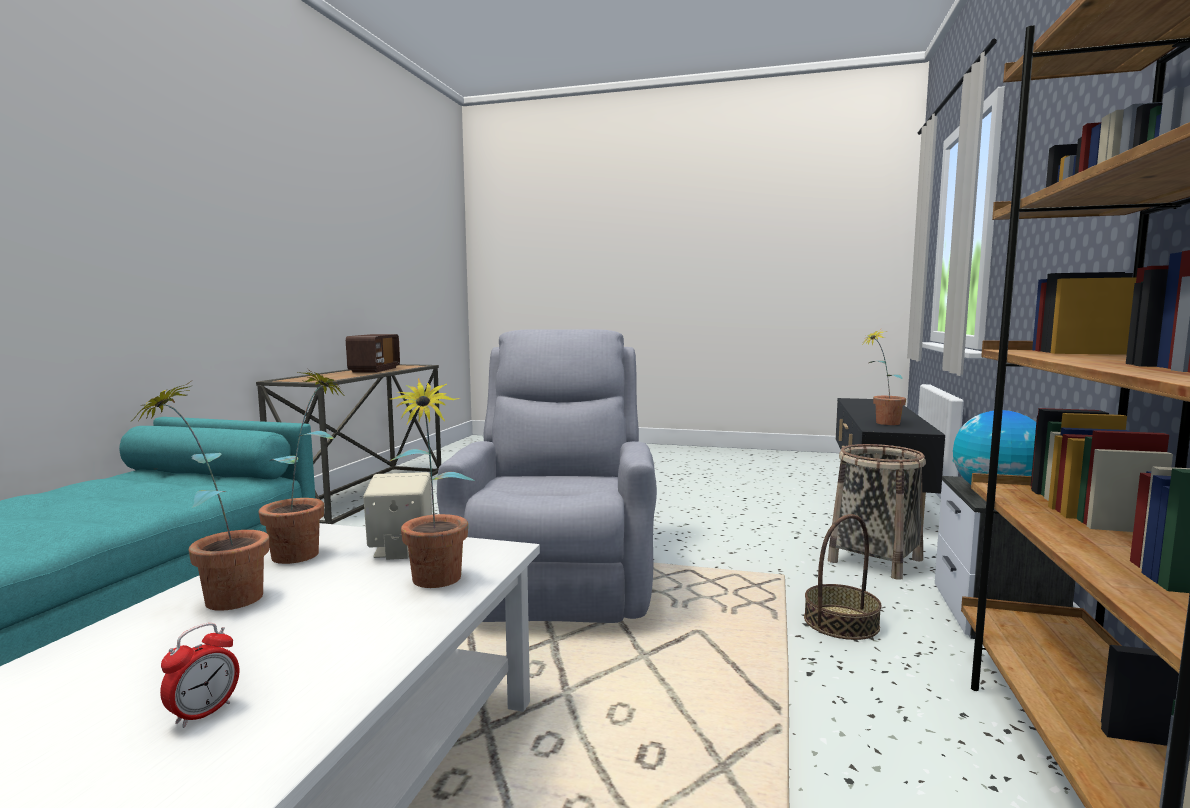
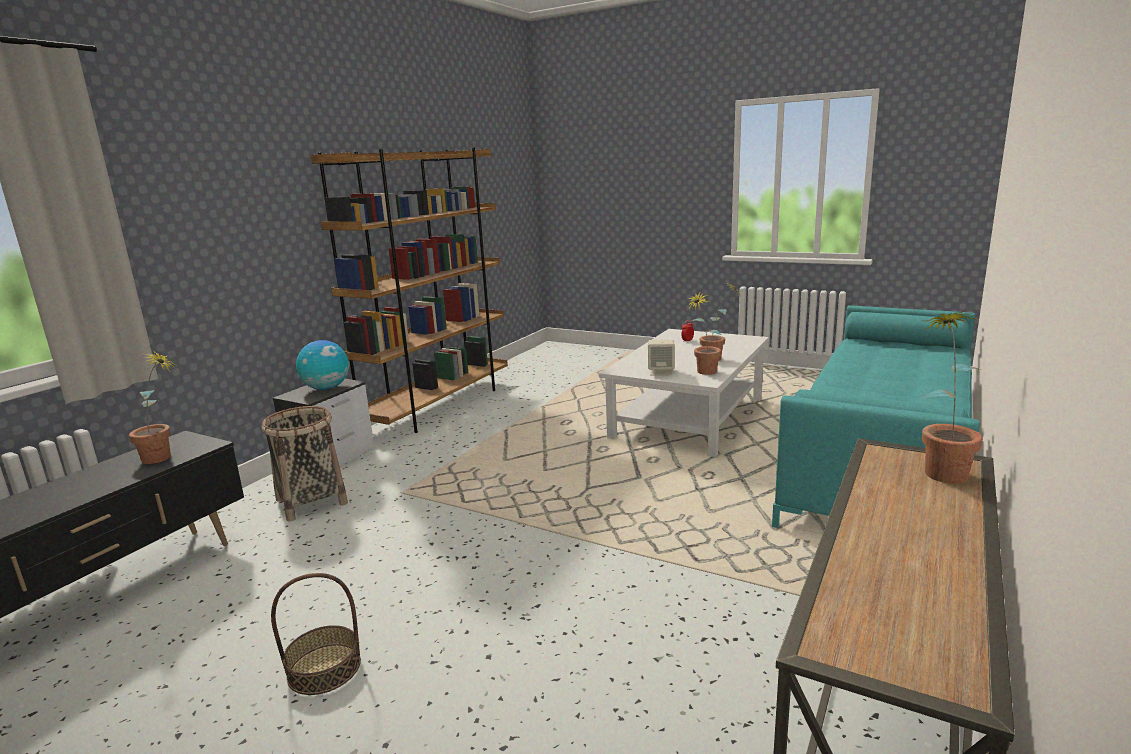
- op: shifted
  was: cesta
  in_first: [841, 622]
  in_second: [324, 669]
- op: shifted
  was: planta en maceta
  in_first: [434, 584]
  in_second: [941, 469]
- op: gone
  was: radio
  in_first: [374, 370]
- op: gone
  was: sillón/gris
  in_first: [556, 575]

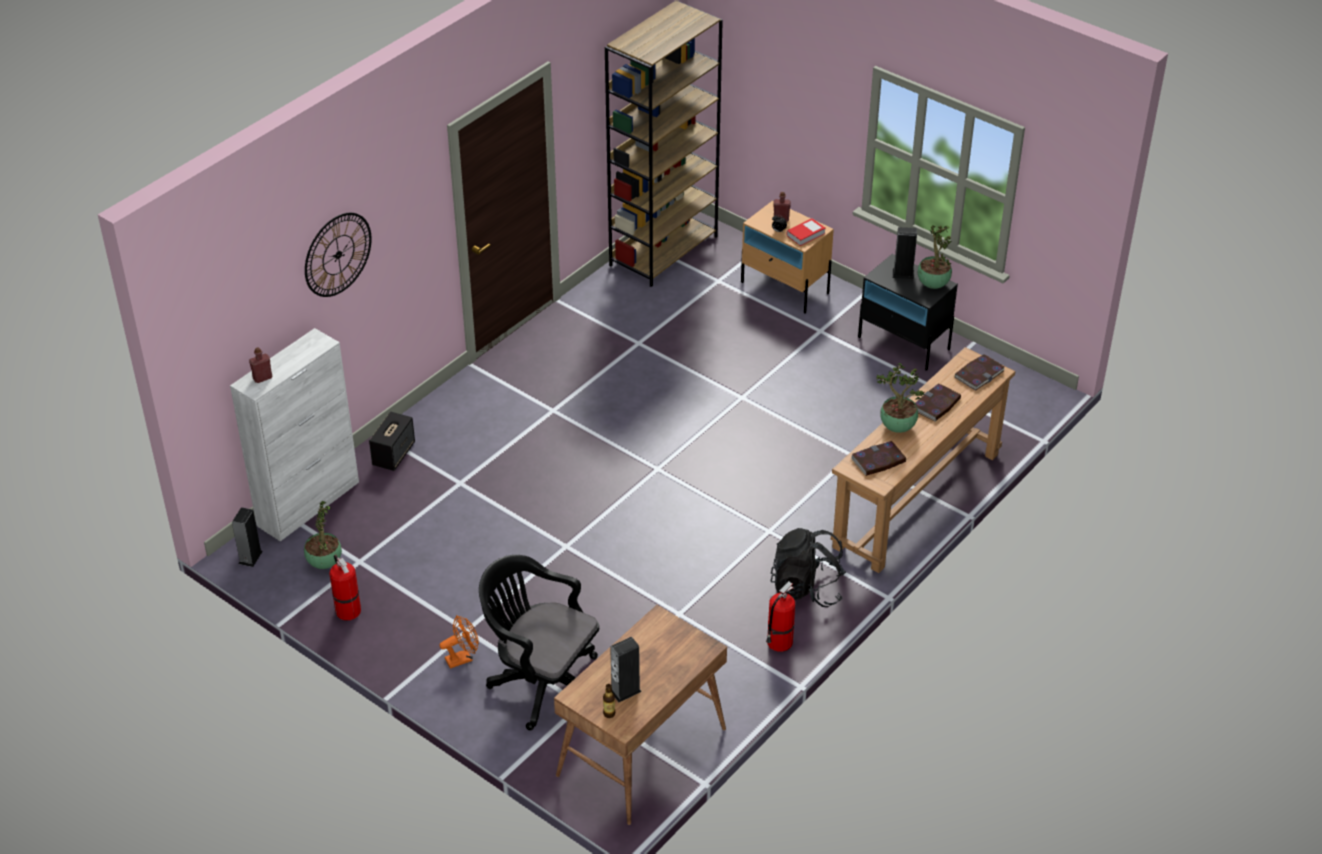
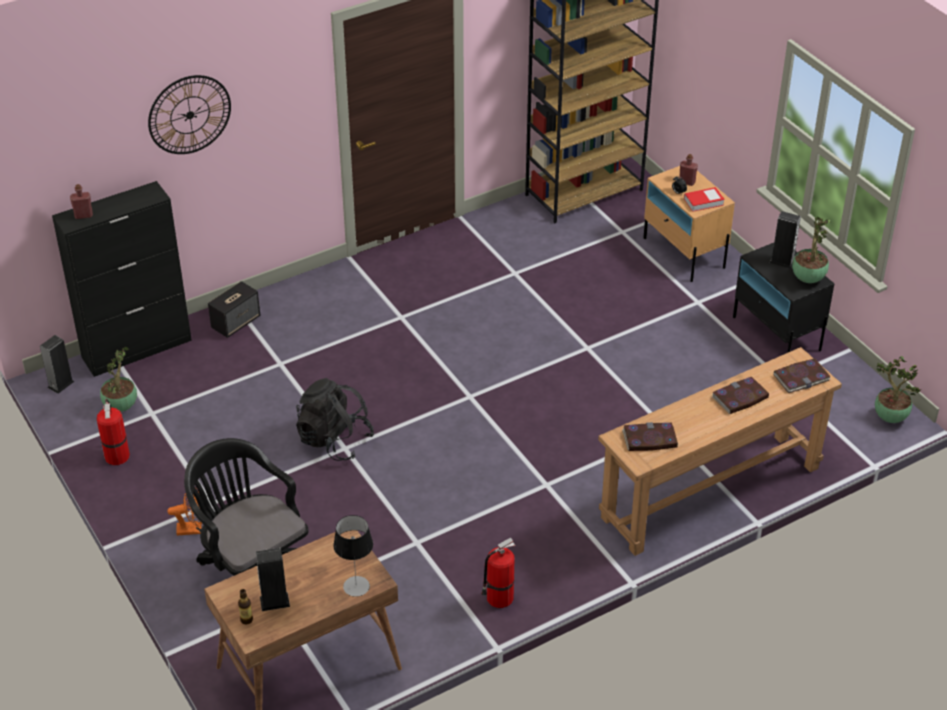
- op: repainted
  was: armario/blanco
  now: armario/negro
  in_first: [309, 503]
  in_second: [137, 349]
- op: shifted
  was: mochila/negro
  in_first: [807, 588]
  in_second: [334, 440]
- op: new
  now: lámpara de mesa
  in_second: [356, 586]
- op: shifted
  was: planta en maceta
  in_first: [896, 427]
  in_second: [889, 417]

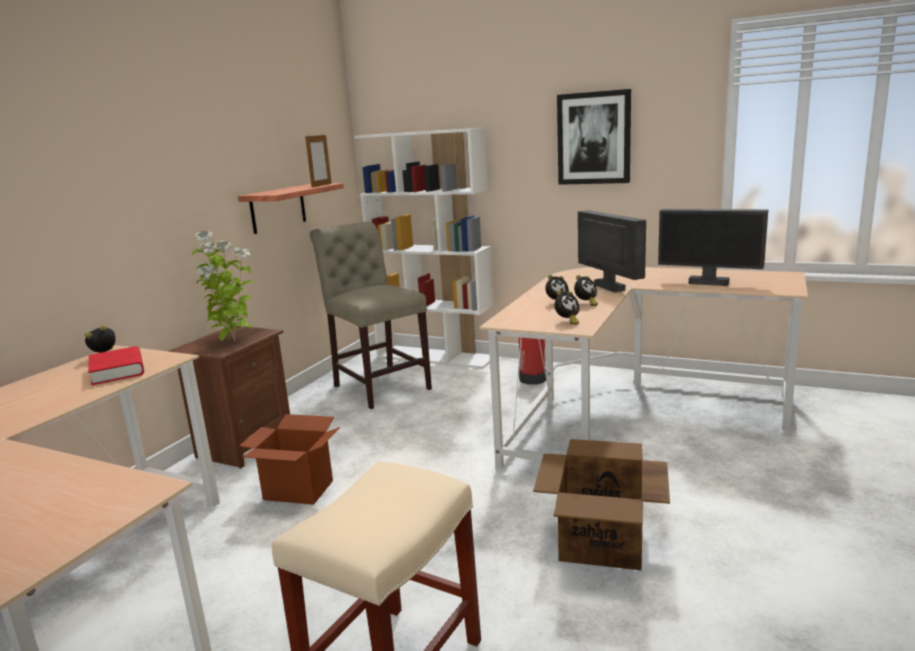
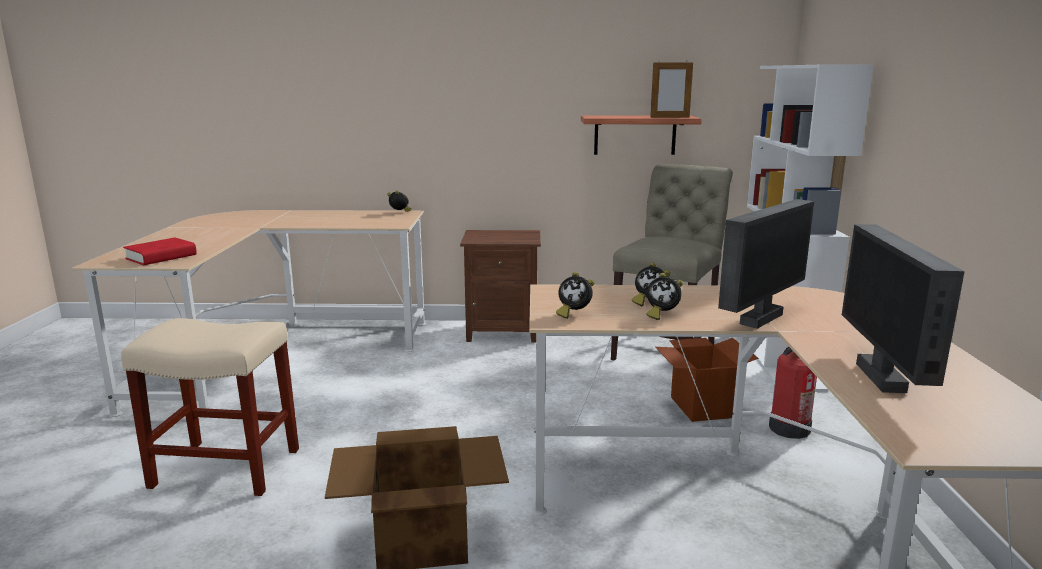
- op: shifted
  was: libro/rojo
  in_first: [117, 371]
  in_second: [161, 257]
- op: shifted
  was: caja de cartón
  in_first: [298, 490]
  in_second: [700, 407]
- op: gone
  was: planta en maceta
  in_first: [233, 342]
- op: gone
  was: cuadro
  in_first: [594, 138]

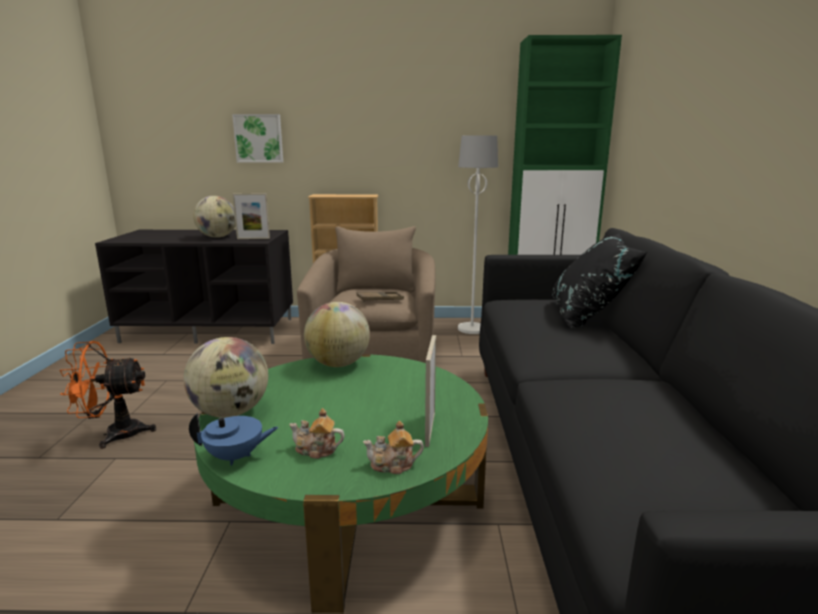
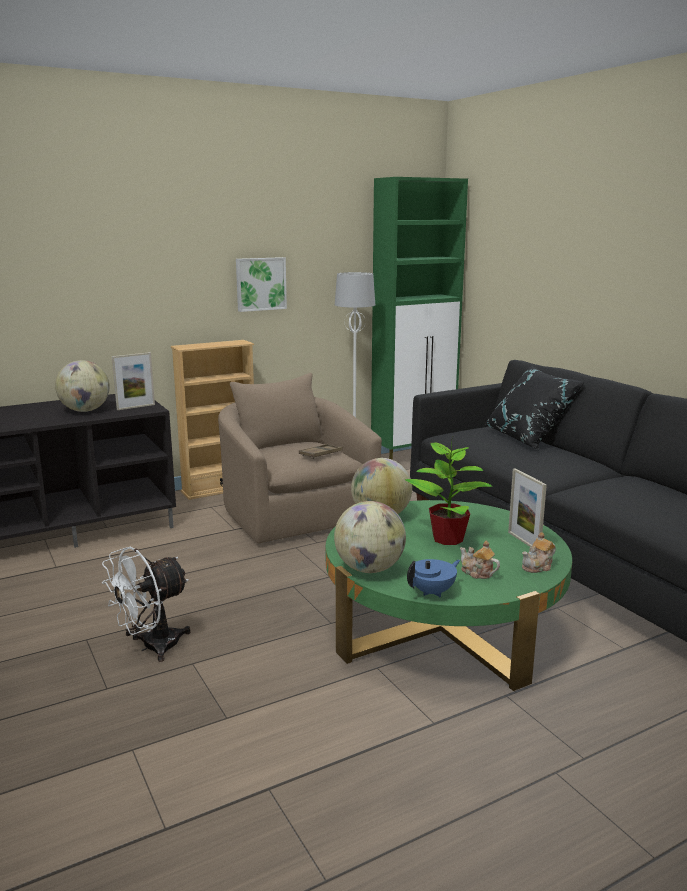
- op: repainted
  was: ventilador/naranja
  now: ventilador/blanco
  in_first: [114, 434]
  in_second: [151, 647]
- op: shifted
  was: cuadro
  in_first: [259, 138]
  in_second: [260, 284]
- op: new
  now: planta en maceta
  in_second: [449, 539]
- op: rotated
  was: tetera
  in_first: [316, 450]
  in_second: [477, 573]
  clockwise: 60

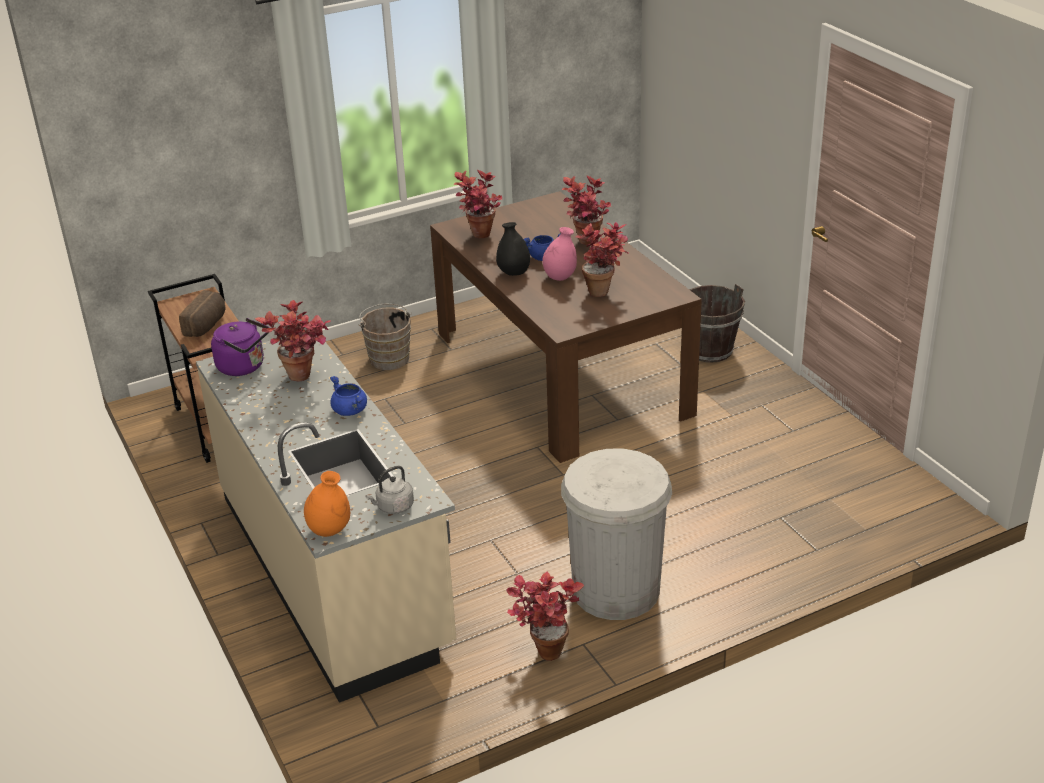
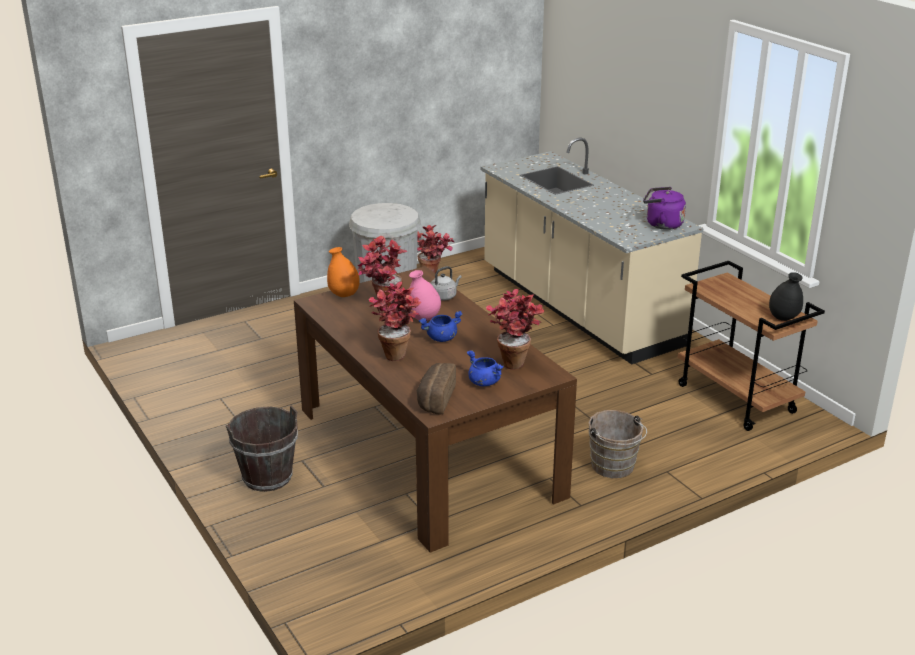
- op: shifted
  was: florero/naranja
  in_first: [329, 530]
  in_second: [344, 295]
- op: shifted
  was: pan
  in_first: [207, 325]
  in_second: [434, 399]
- op: shifted
  was: hervidor/gris
  in_first: [393, 507]
  in_second: [444, 296]
- op: shifted
  was: olla/azul
  in_first: [351, 411]
  in_second: [483, 382]
- op: shifted
  was: florero/negro
  in_first: [514, 273]
  in_second: [783, 318]
- op: gone
  was: planta en maceta
  in_first: [304, 379]

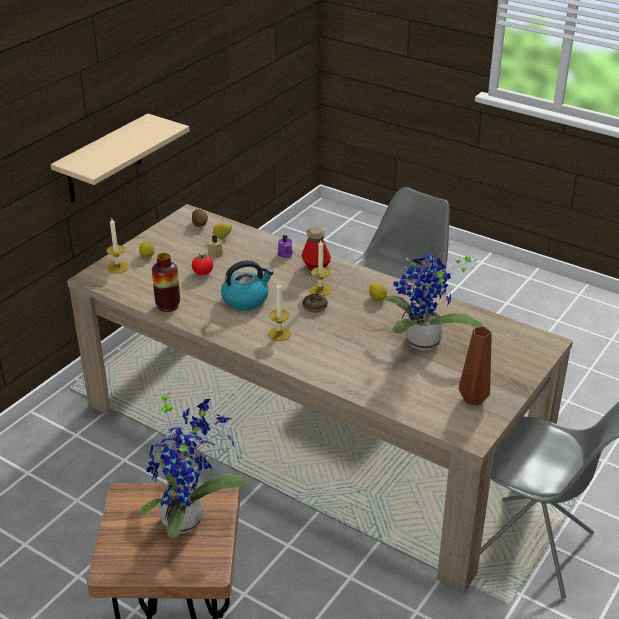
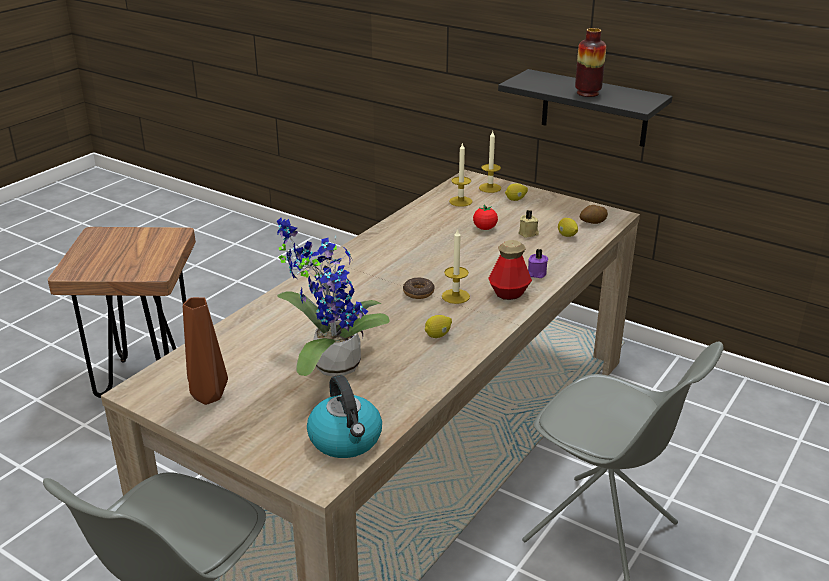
- op: shifted
  was: hervidor
  in_first: [246, 299]
  in_second: [346, 440]
- op: shifted
  was: vela
  in_first: [279, 334]
  in_second: [460, 201]
- op: repainted
  was: estante/beis
  now: estante/negro
  in_first: [104, 160]
  in_second: [594, 108]
- op: shifted
  was: florero
  in_first: [168, 306]
  in_second: [587, 93]
- op: gone
  was: planta en maceta
  in_first: [187, 518]

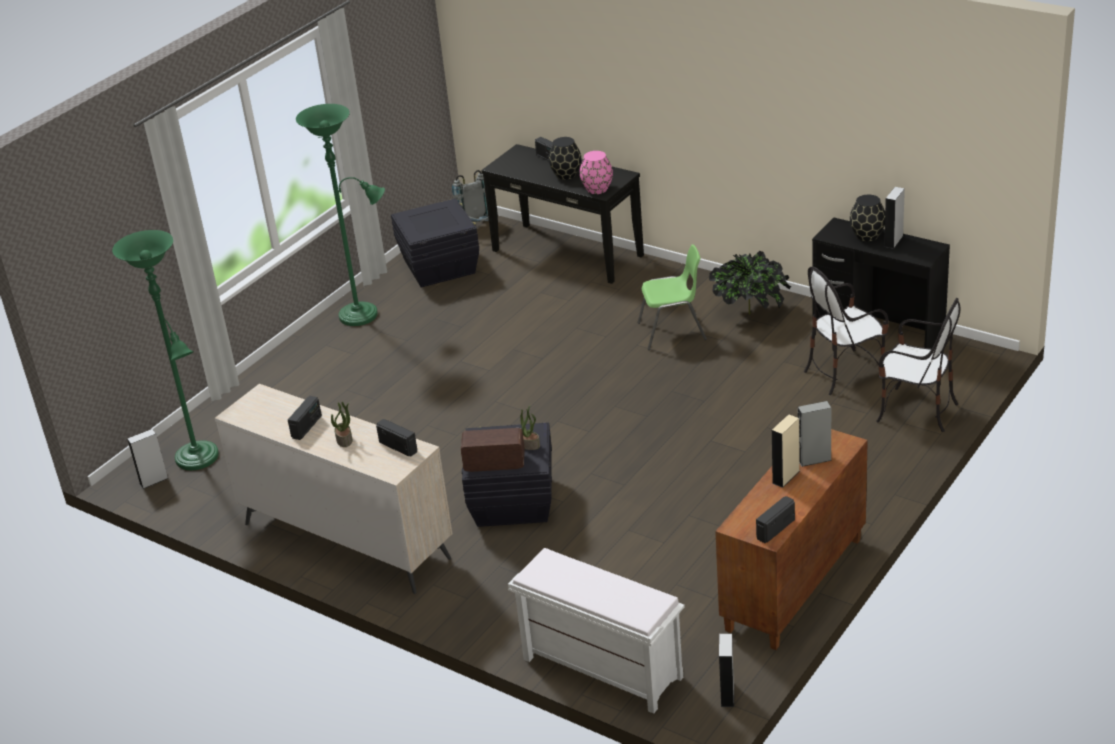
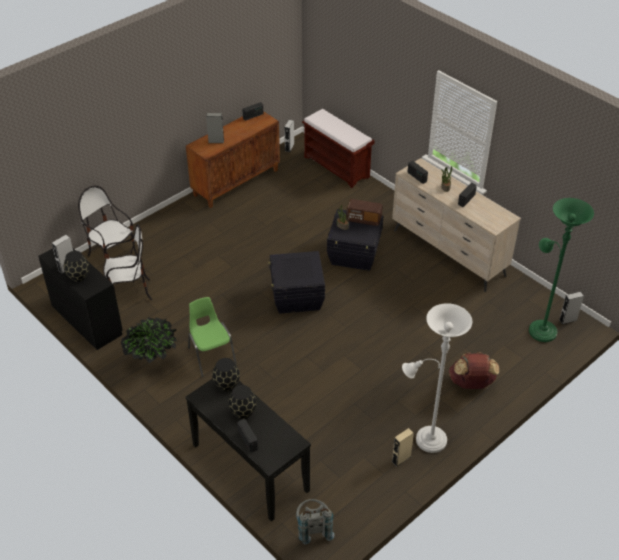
- op: rotated
  was: silla/verde
  in_first: [673, 332]
  in_second: [211, 355]
  clockwise: 60
- op: repainted
  was: florero/rosa
  now: florero/negro
  in_first: [597, 189]
  in_second: [227, 385]
- op: shifted
  was: caja de almacenaje/negro
  in_first: [440, 266]
  in_second: [296, 297]
- op: repainted
  was: banco/blanco
  now: banco/marrón
  in_first: [600, 668]
  in_second: [337, 167]
- op: shifted
  was: altavoz/beis
  in_first: [786, 477]
  in_second: [401, 459]
- op: repainted
  was: lámpara de pie/verde
  now: lámpara de pie/blanco
  in_first: [364, 314]
  in_second: [426, 439]
- op: new
  now: mochila/marrón
  in_second: [471, 383]

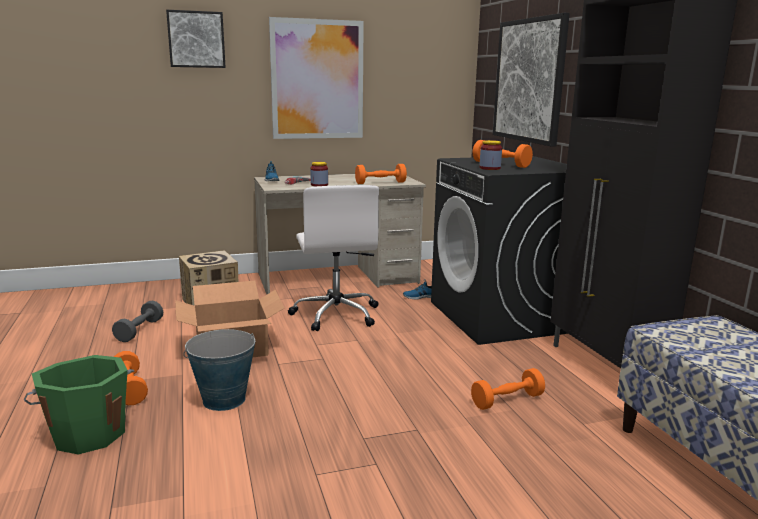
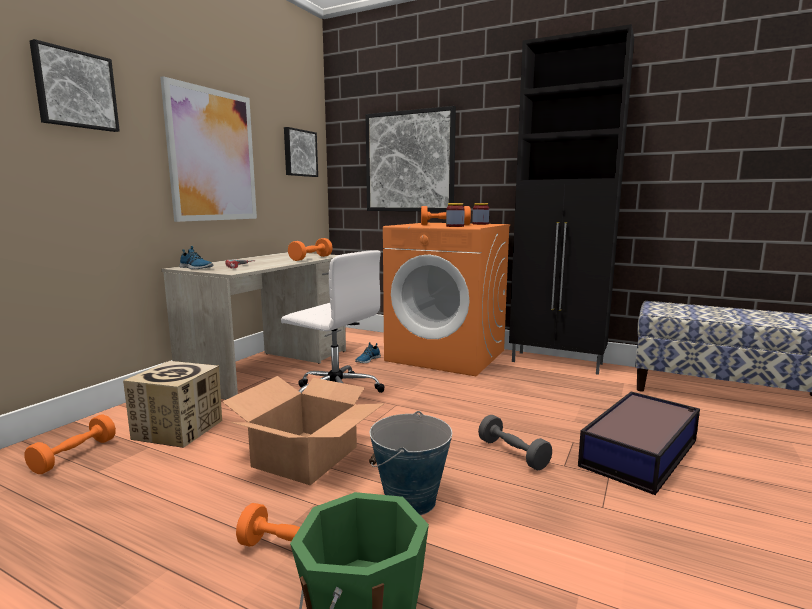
- op: shifted
  was: mancuerna/naranja
  in_first: [507, 400]
  in_second: [74, 455]
- op: new
  now: cuadro
  in_second: [299, 153]
- op: repainted
  was: lavadora/negro
  now: lavadora/naranja
  in_first: [500, 317]
  in_second: [447, 355]
- op: shifted
  was: tarro
  in_first: [319, 185]
  in_second: [480, 224]
- op: shifted
  was: mancuerna/gris
  in_first: [139, 331]
  in_second: [513, 454]
- op: new
  now: caja de almacenaje
  in_second: [641, 452]

